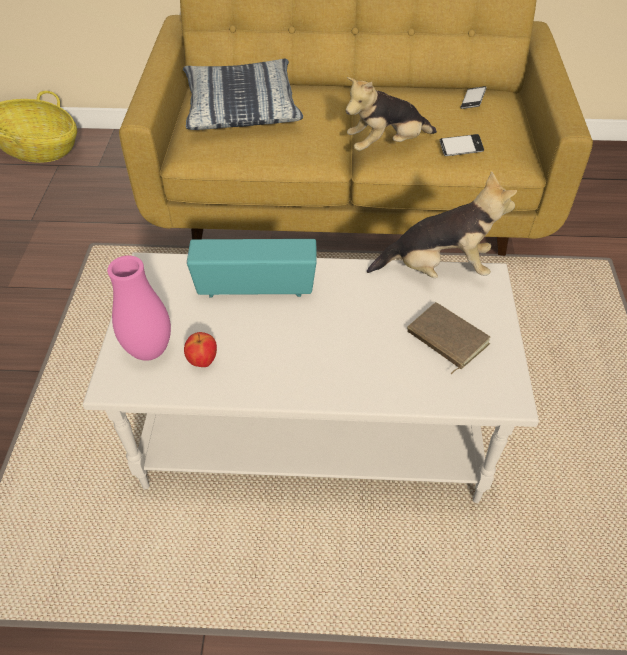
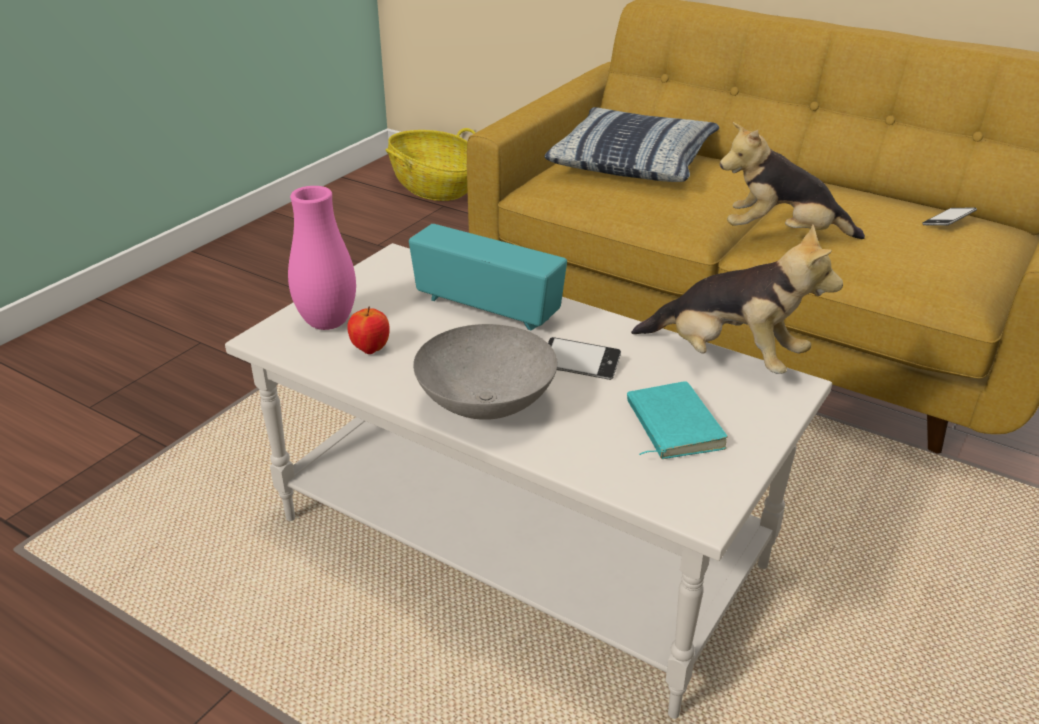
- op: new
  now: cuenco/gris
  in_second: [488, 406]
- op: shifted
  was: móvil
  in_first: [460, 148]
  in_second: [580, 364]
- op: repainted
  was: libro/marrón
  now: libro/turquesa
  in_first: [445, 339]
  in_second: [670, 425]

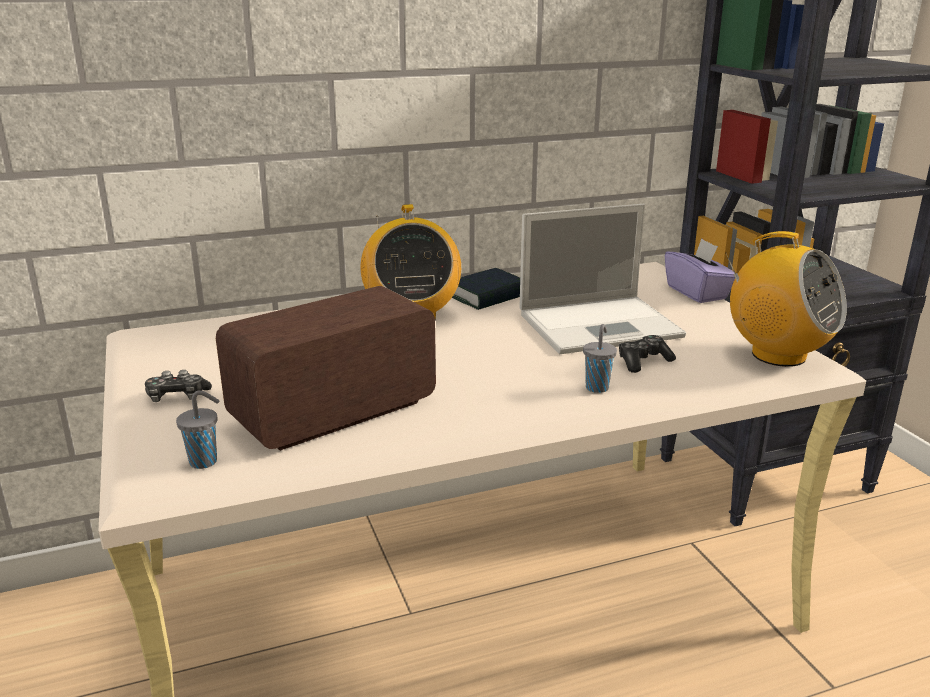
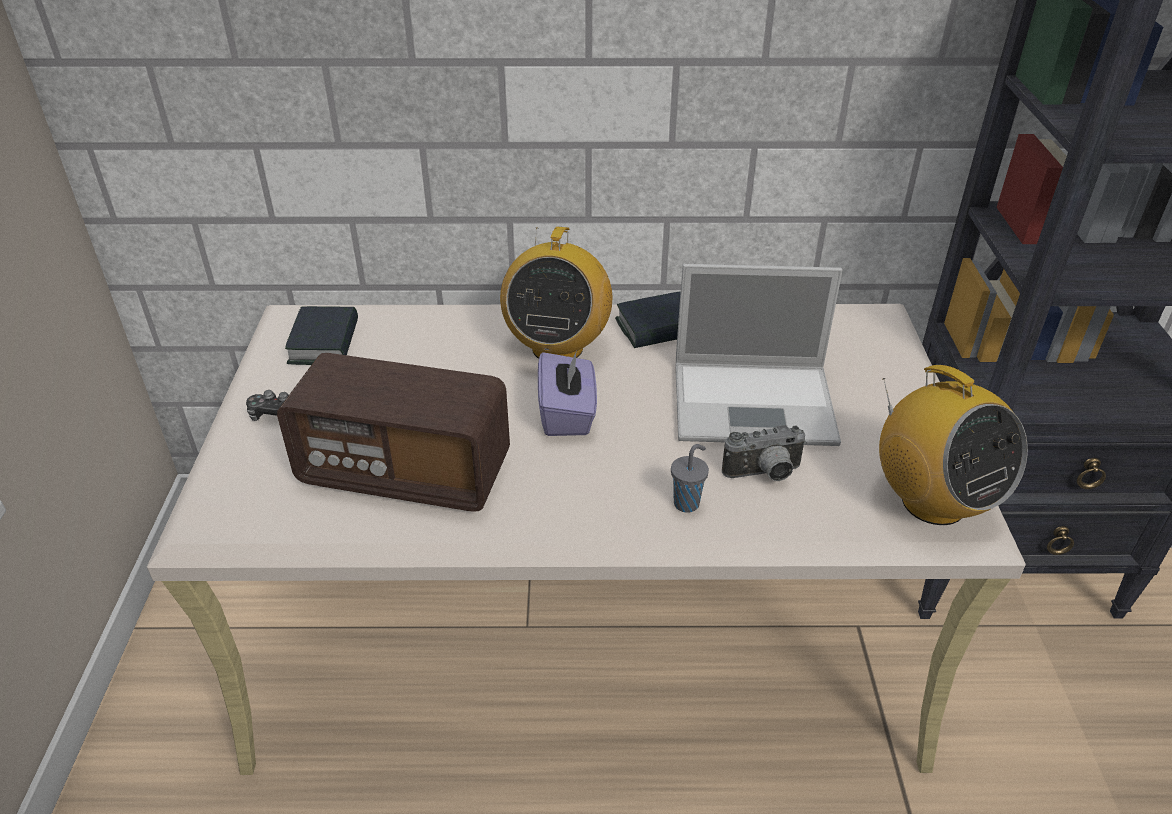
- op: rotated
  was: radio
  in_first: [334, 412]
  in_second: [405, 473]
  clockwise: -150
- op: new
  now: libro
  in_second: [325, 343]
- op: shifted
  was: caja de pañuelos/morado
  in_first: [697, 293]
  in_second: [567, 414]
- op: swapped
  was: mando de consola
  now: cámara
  in_first: [643, 361]
  in_second: [764, 475]
- op: gone
  was: taza/gris
  in_first: [205, 461]

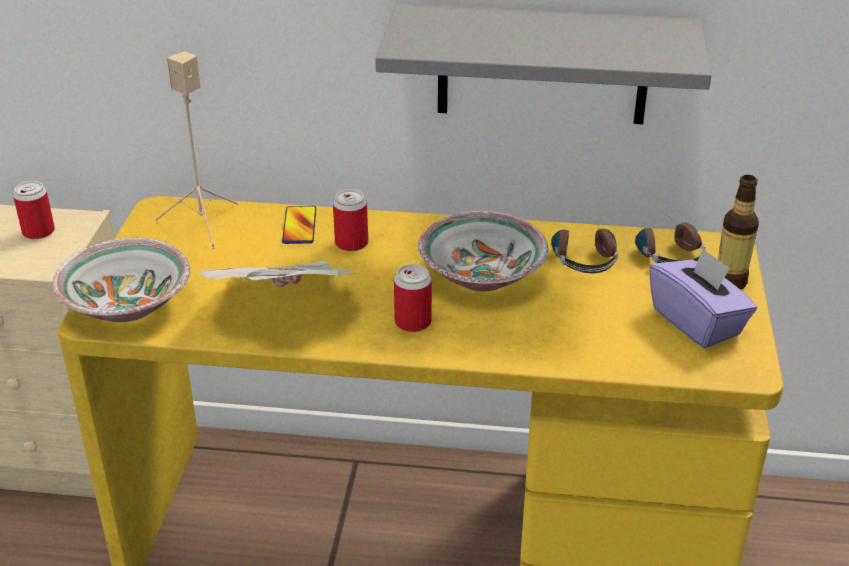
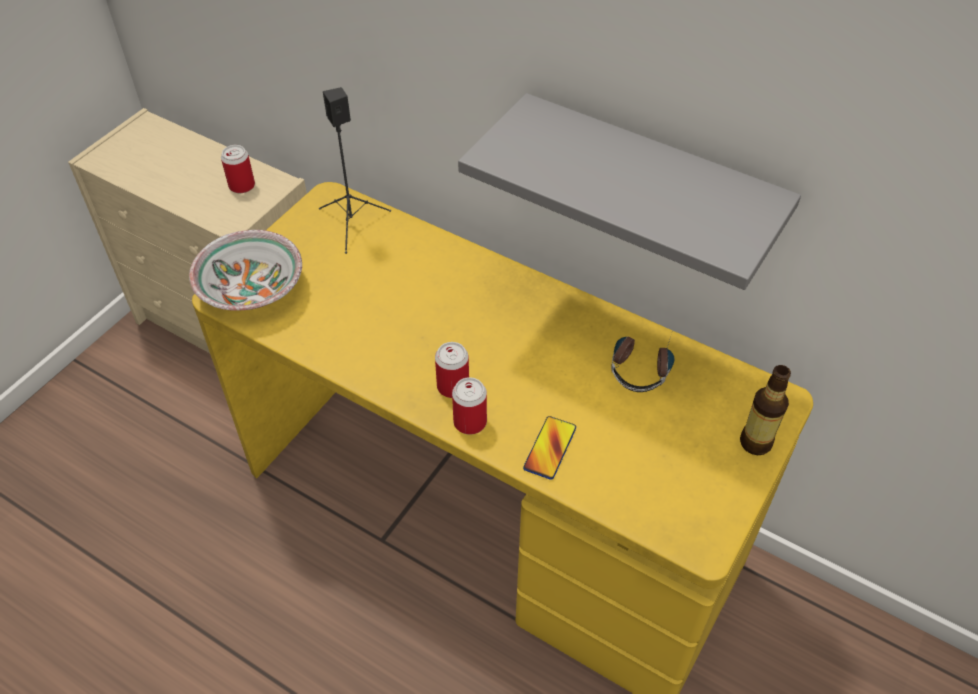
- op: repainted
  was: altavoz/beis
  now: altavoz/negro
  in_first: [203, 224]
  in_second: [352, 224]
- op: shifted
  was: lata
  in_first: [351, 243]
  in_second: [470, 422]
- op: shifted
  was: móvil
  in_first: [299, 226]
  in_second: [550, 448]
- op: gone
  was: periódico
  in_first: [286, 305]
- op: gone
  was: cuenco
  in_first: [480, 275]
- op: gone
  was: auriculares
  in_first: [666, 251]
- op: gone
  was: caja de pañuelos/morado
  in_first: [697, 322]

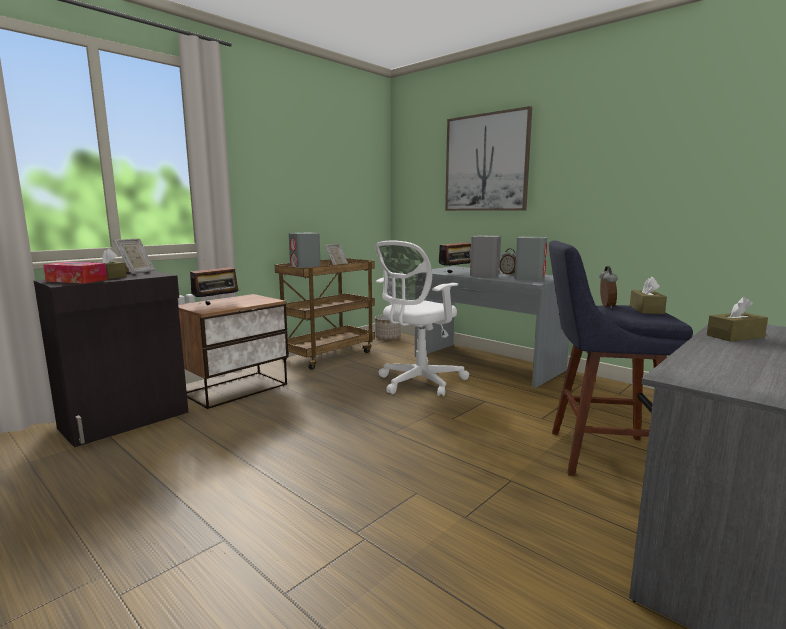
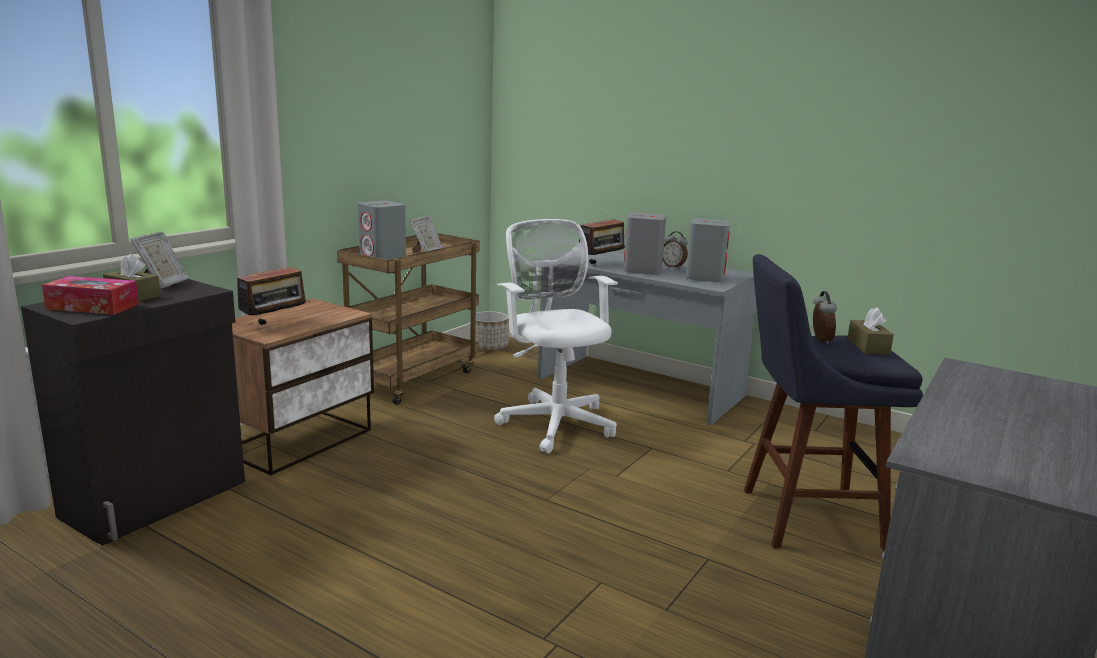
- op: rotated
  was: silla de oficina/blanco
  in_first: [418, 383]
  in_second: [555, 422]
  clockwise: 120
- op: gone
  was: cuadro
  in_first: [486, 163]
- op: gone
  was: caja de pañuelos/marrón
  in_first: [735, 336]

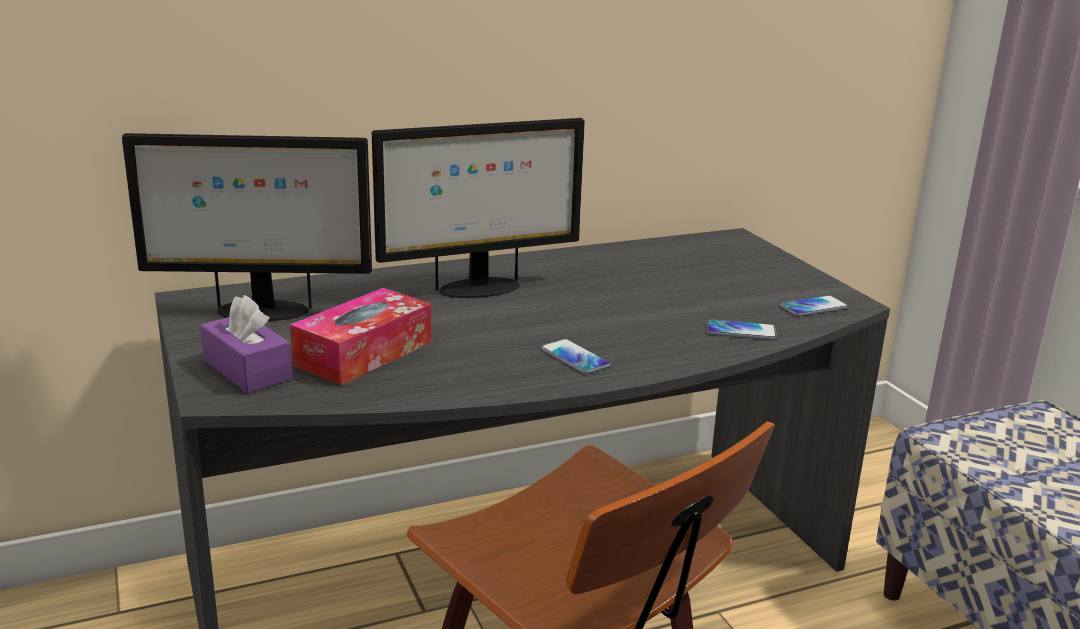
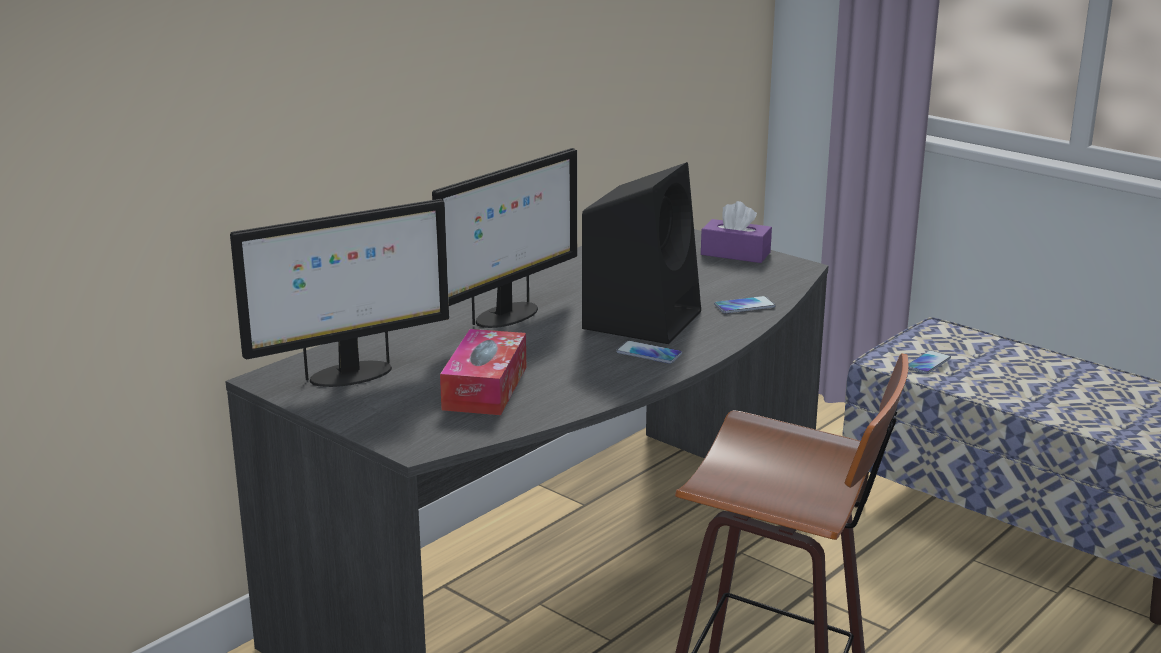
- op: new
  now: altavoz/negro
  in_second: [642, 318]
- op: shifted
  was: caja de pañuelos/morado
  in_first: [247, 370]
  in_second: [735, 253]
- op: shifted
  was: móvil
  in_first: [813, 307]
  in_second: [928, 363]

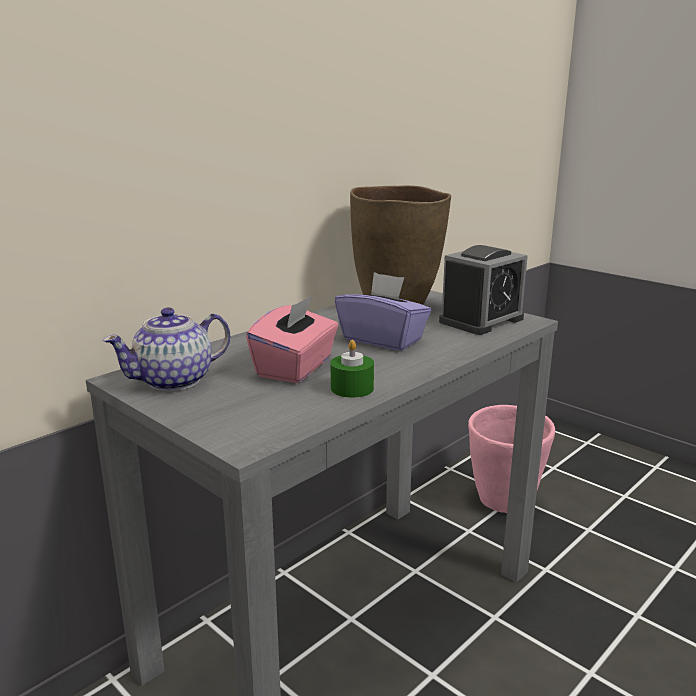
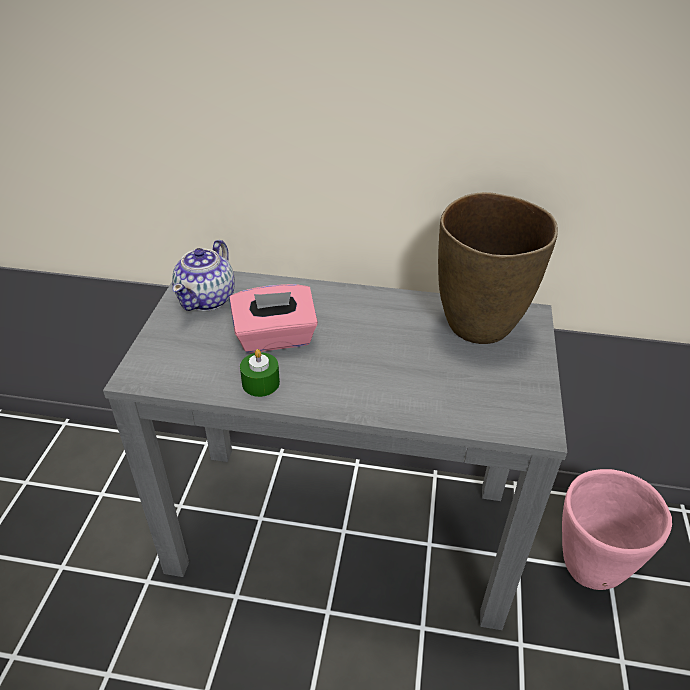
- op: rotated
  was: tetera
  in_first: [175, 380]
  in_second: [207, 299]
  clockwise: -90
- op: gone
  was: caja de pañuelos/morado
  in_first: [382, 339]
- op: gone
  was: despertador
  in_first: [481, 320]

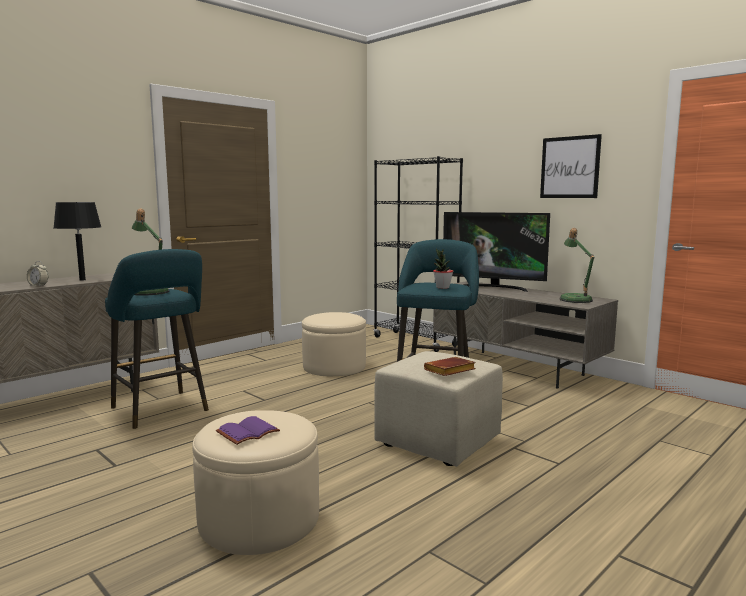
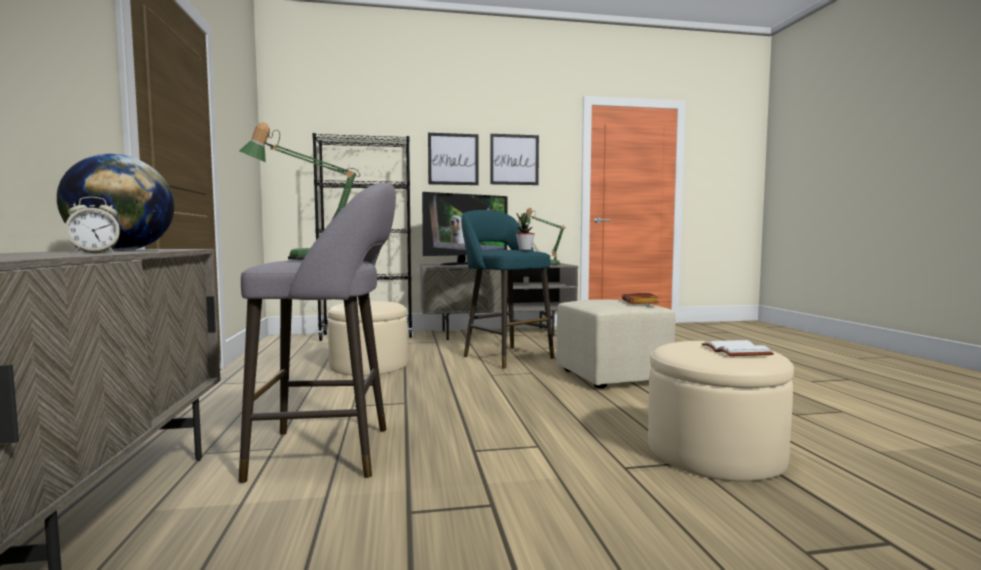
- op: swapped
  was: lámpara de mesa/negro
  now: globo terráqueo
  in_first: [82, 280]
  in_second: [121, 251]
- op: repainted
  was: taburete/turquesa
  now: taburete/gris
  in_first: [161, 411]
  in_second: [331, 452]
- op: new
  now: cuadro
  in_second: [453, 159]
- op: repainted
  was: libro/morado
  now: libro/blanco
  in_first: [248, 432]
  in_second: [733, 351]

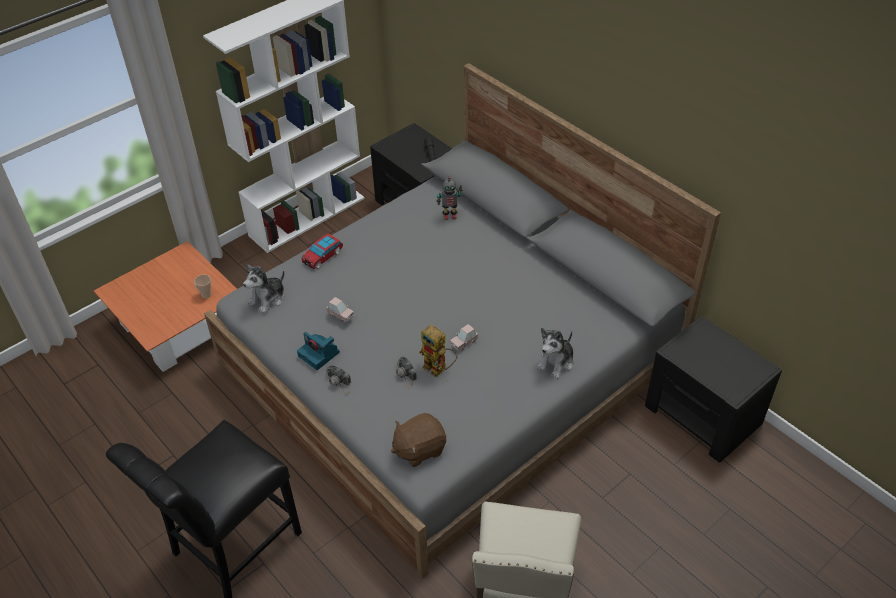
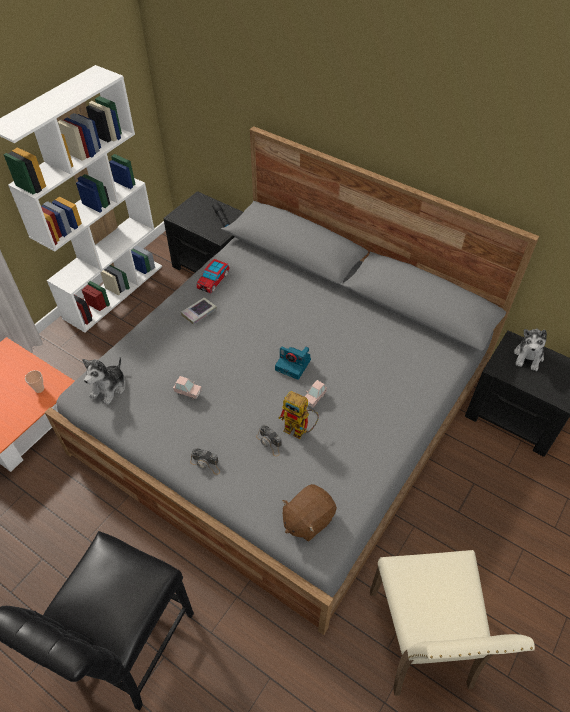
- op: new
  now: libro
  in_second: [199, 313]
- op: shifted
  was: coche de juguete
  in_first: [323, 256]
  in_second: [213, 280]
- op: shifted
  was: cámara
  in_first: [319, 354]
  in_second: [294, 365]
- op: shifted
  was: peluche
  in_first: [556, 362]
  in_second: [528, 356]
- op: gone
  was: robot de juguete
  in_first: [450, 216]

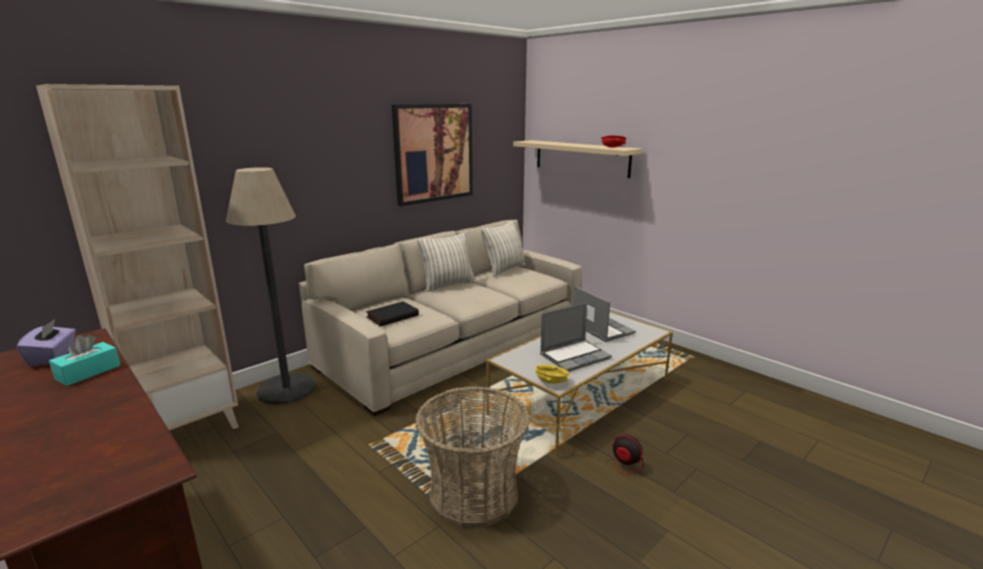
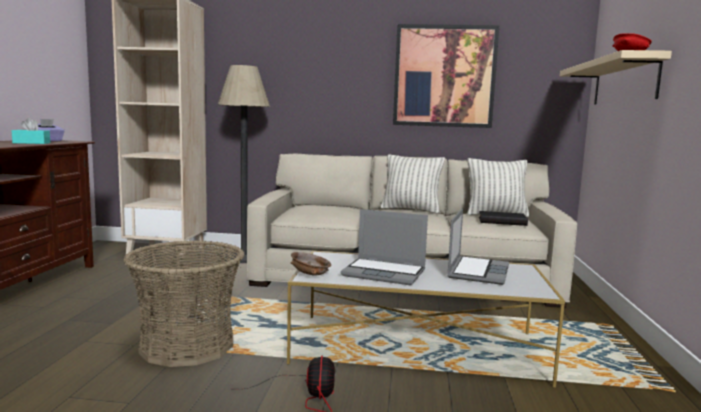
- op: repainted
  was: cuenco/amarillo
  now: cuenco/marrón
  in_first: [551, 382]
  in_second: [310, 274]
- op: shifted
  was: libro/negro
  in_first: [392, 316]
  in_second: [502, 221]

